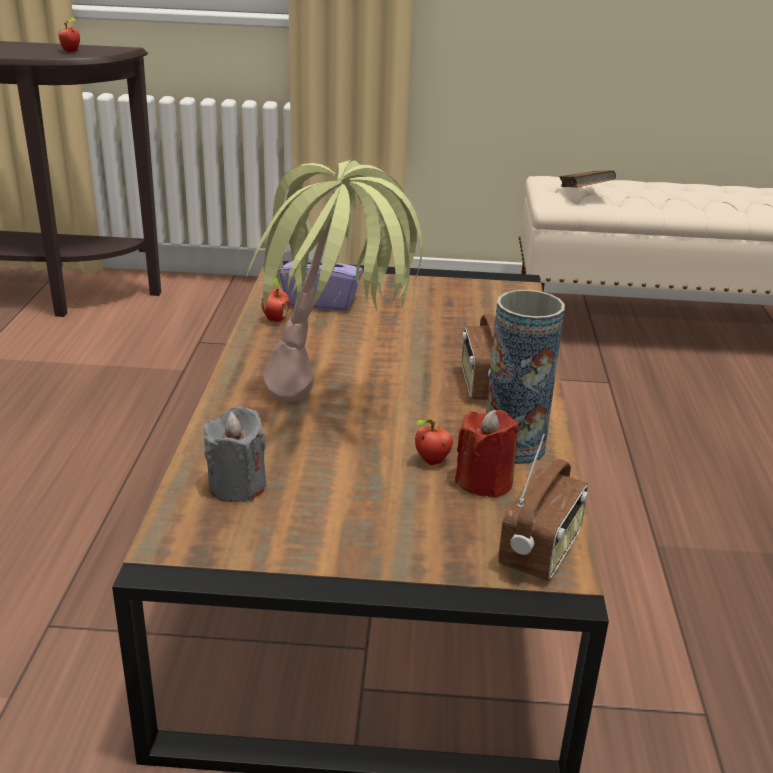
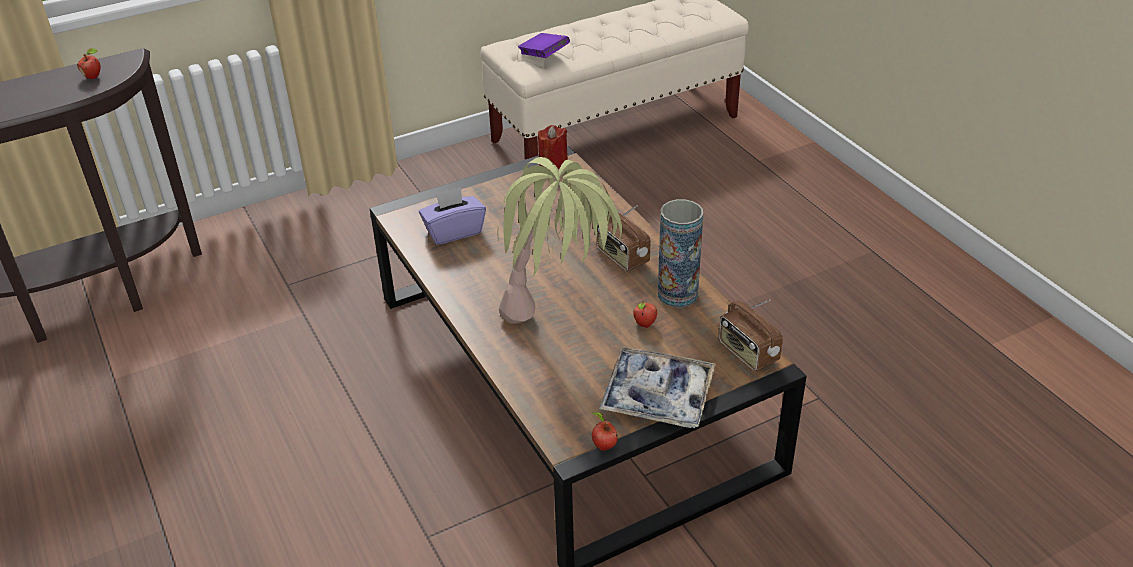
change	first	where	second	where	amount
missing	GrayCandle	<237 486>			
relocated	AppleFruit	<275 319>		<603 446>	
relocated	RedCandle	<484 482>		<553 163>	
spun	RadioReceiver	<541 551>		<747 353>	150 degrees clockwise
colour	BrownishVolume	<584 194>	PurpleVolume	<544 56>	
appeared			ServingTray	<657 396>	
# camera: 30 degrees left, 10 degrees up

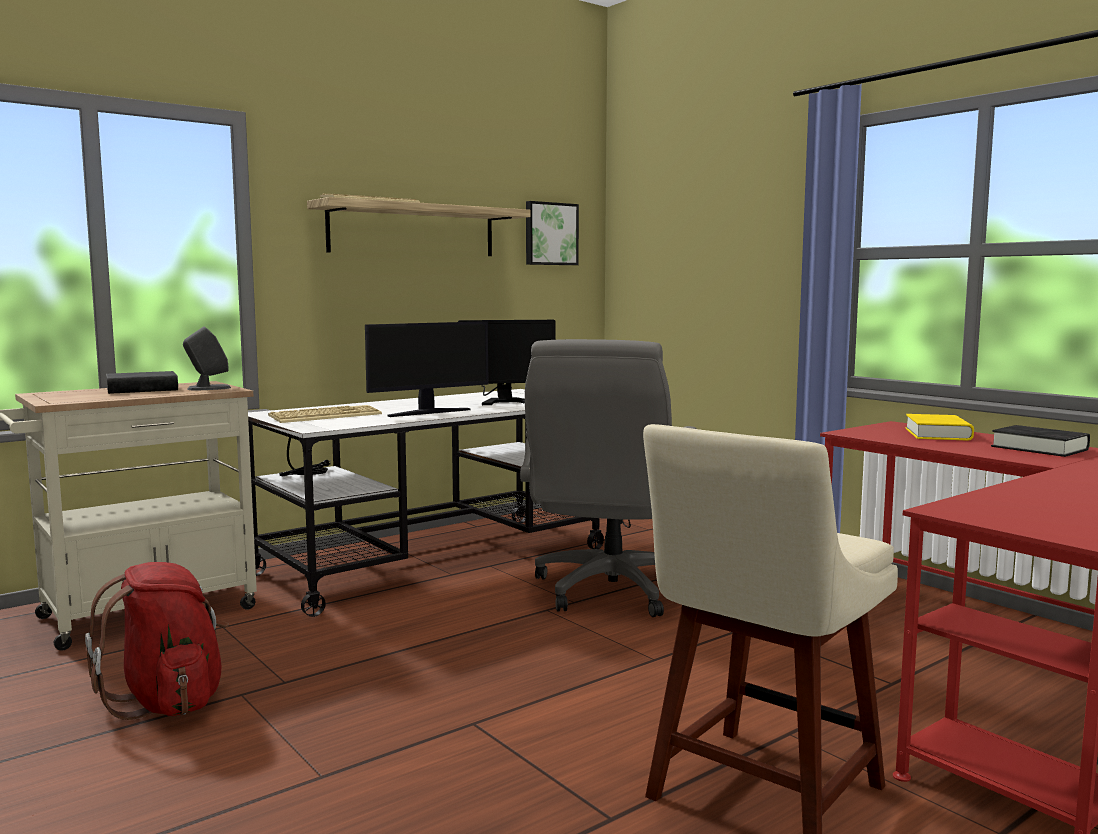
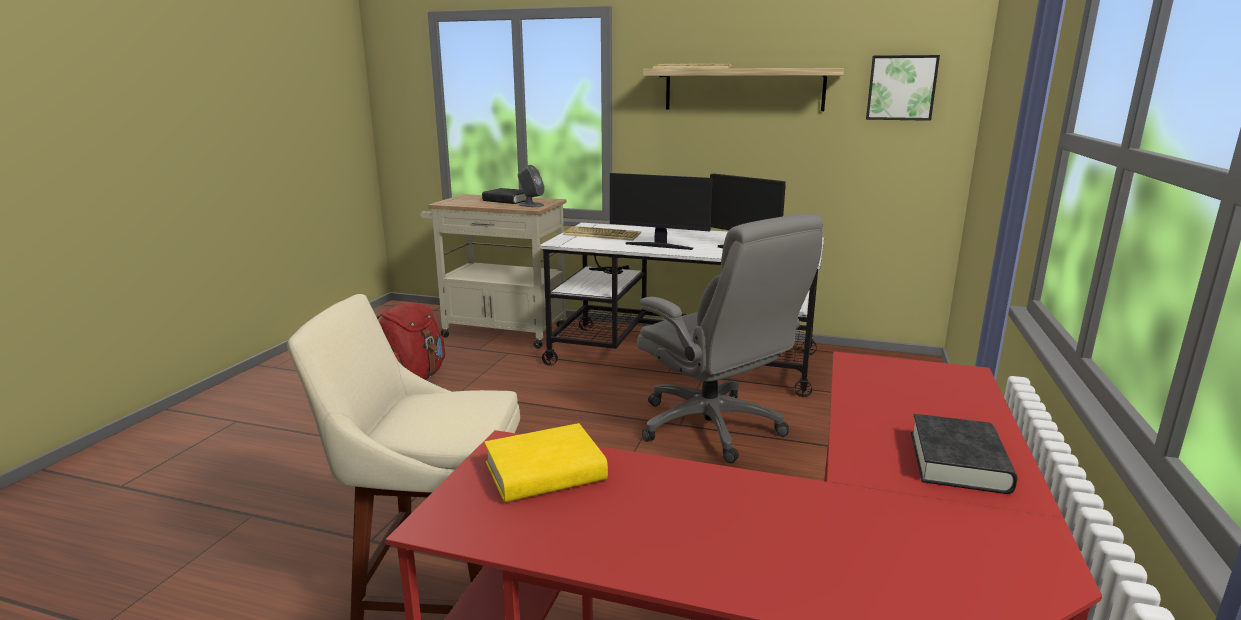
change	first	where	second	where	amount
spun	GrayOfficeChair	<608 593>		<716 430>	105 degrees counterclockwise
relocated	YellowishVolume	<938 434>		<545 472>	
# camera: 55 degrees right, 10 degrees up

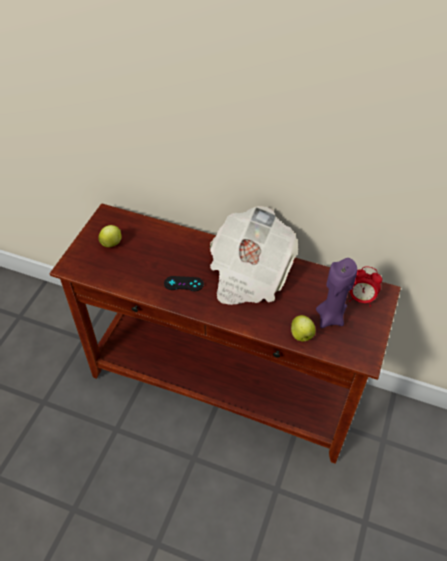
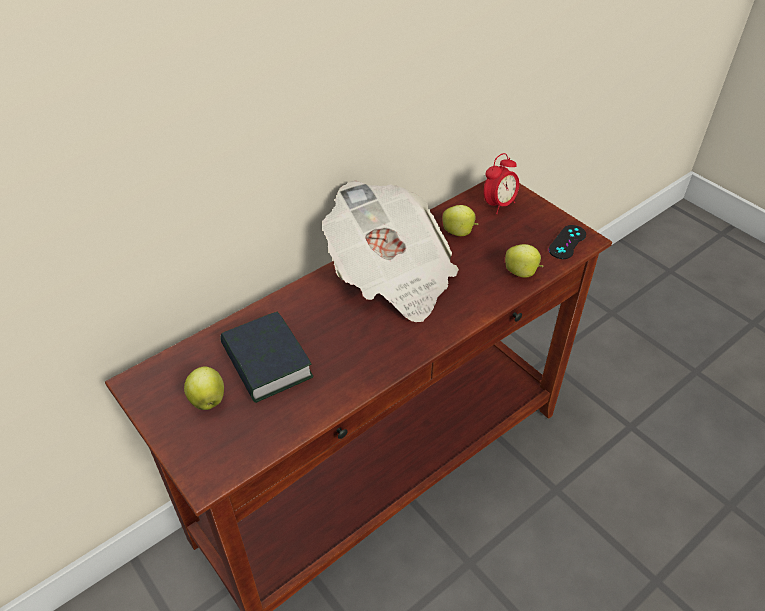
change	first	where	second	where	amount
relocated	BlackishGameController	<183 284>		<567 242>	
missing	PurpleCandle	<330 317>			
appeared			Volume	<267 363>	
appeared			AppleFruit	<459 233>	
# camera: 60 degrees left, 5 degrees down

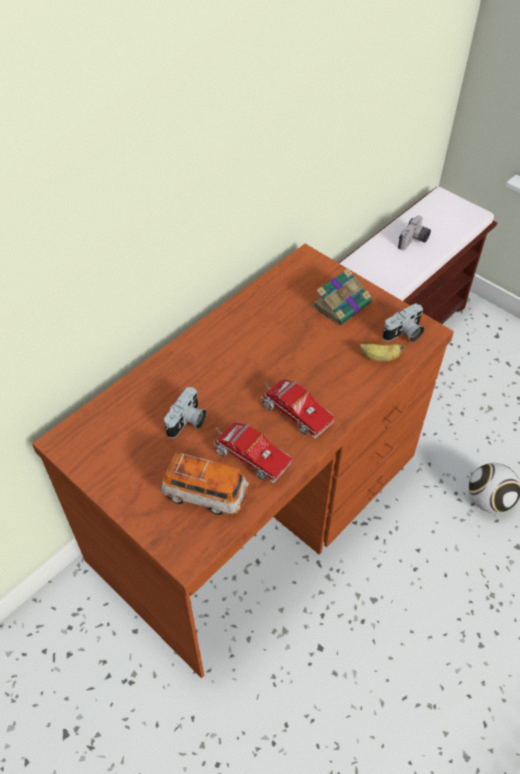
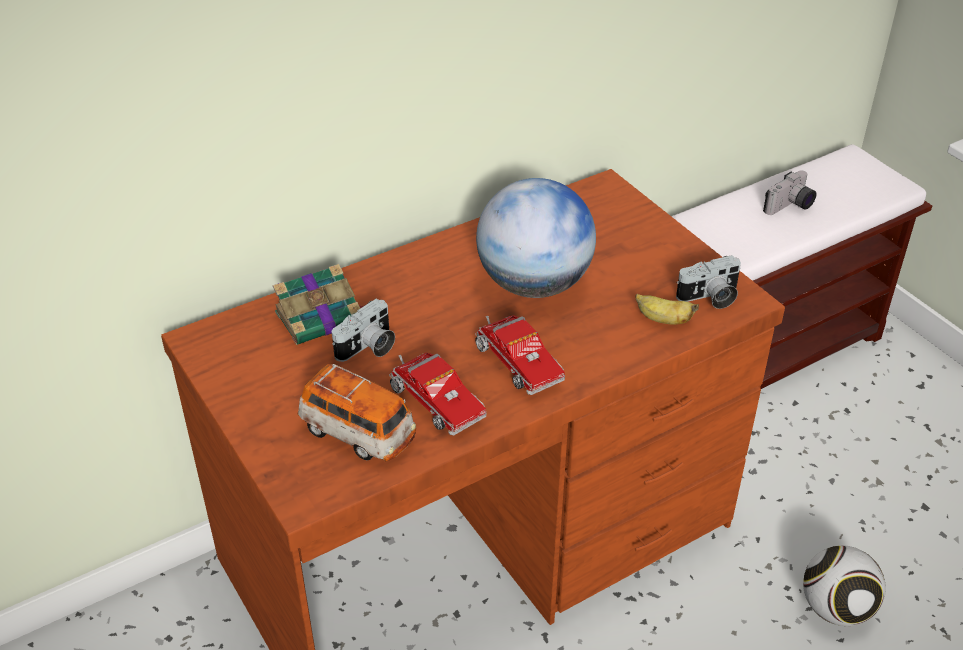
change	first	where	second	where	amount
relocated	Volume	<342 304>		<321 317>	
appeared			WorldGlobe	<534 284>	
# camera: 15 degrees right, 10 degrees down

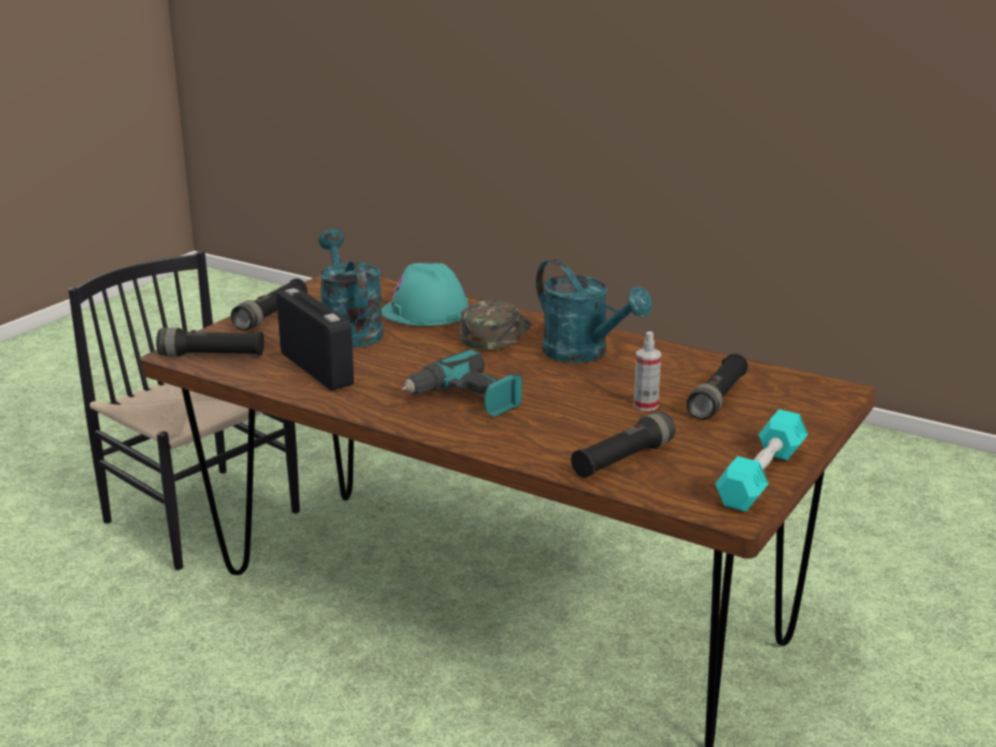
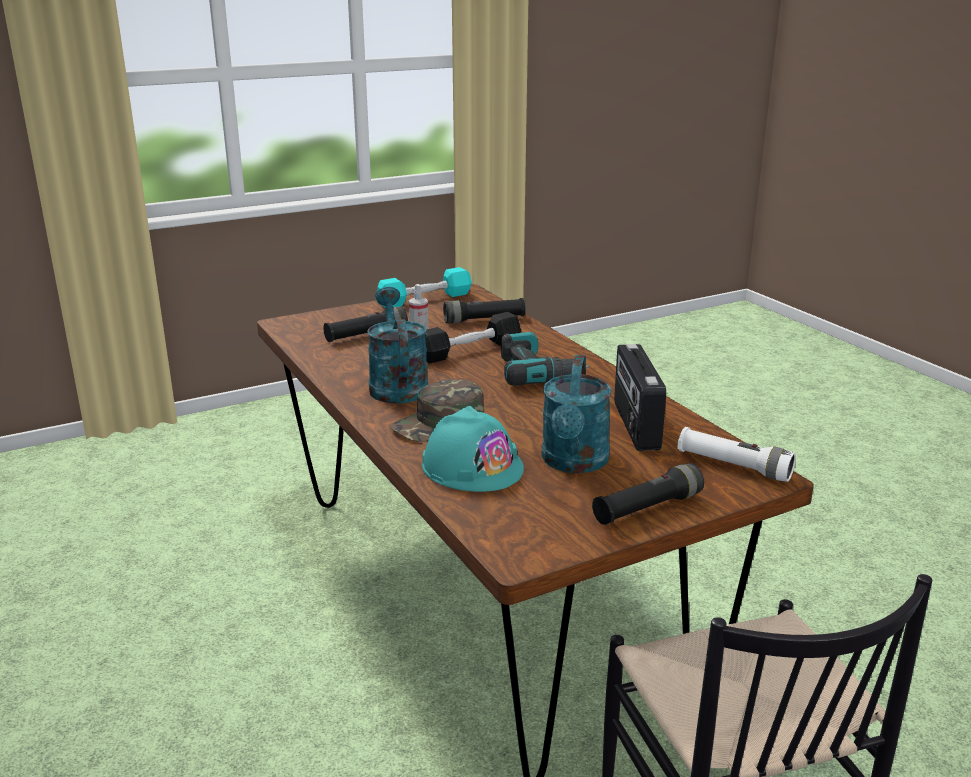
change	first	where	second	where	amount
colour	BlackishHandTorch	<212 355>	WhitishHandTorch	<733 466>	
appeared			BlackishDumbbell	<469 350>	
# camera: 150 degrees left, 0 degrees up

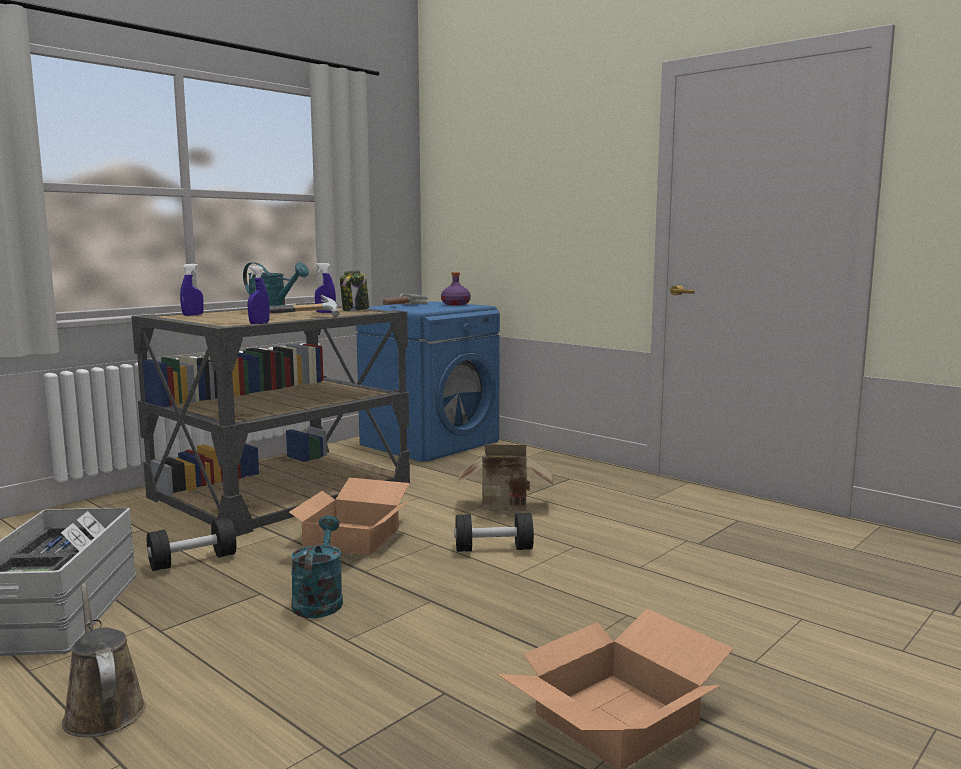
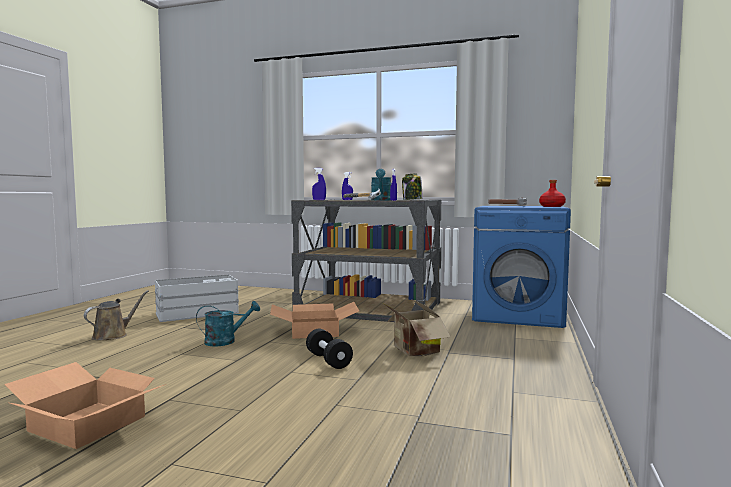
change	first	where	second	where	amount
missing	BlackishDumbbell	<193 561>			
colour	PurpleBottle	<456 304>	RedBottle	<552 206>	
# camera: 65 degrees right, 5 degrees down

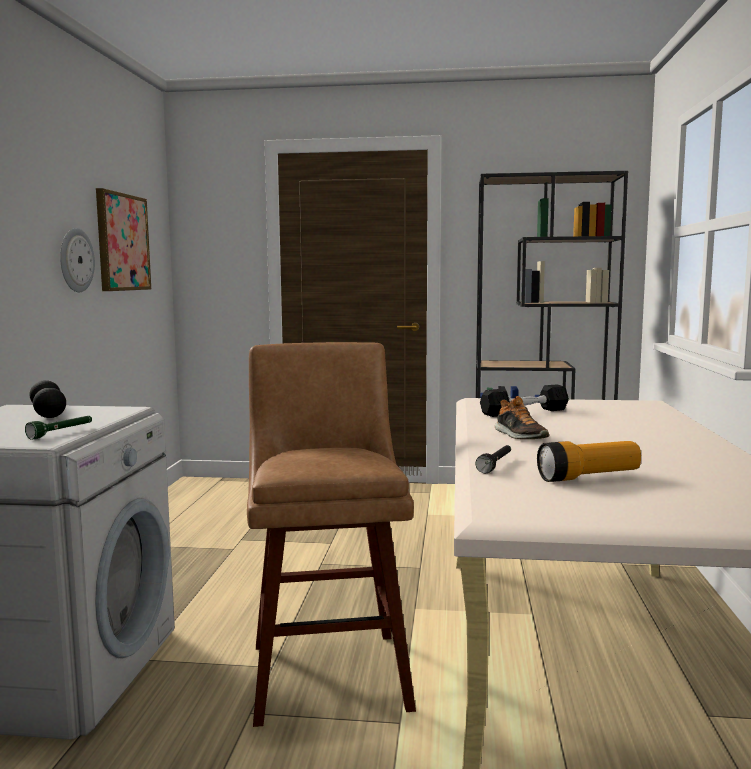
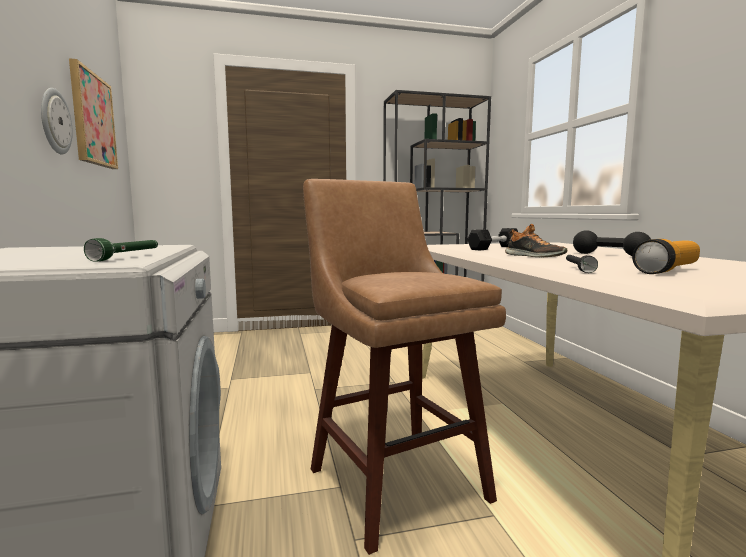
change	first	where	second	where	amount
relocated	BlackishDumbbell	<48 413>		<609 255>	
# camera: 20 degrees left, 0 degrees up

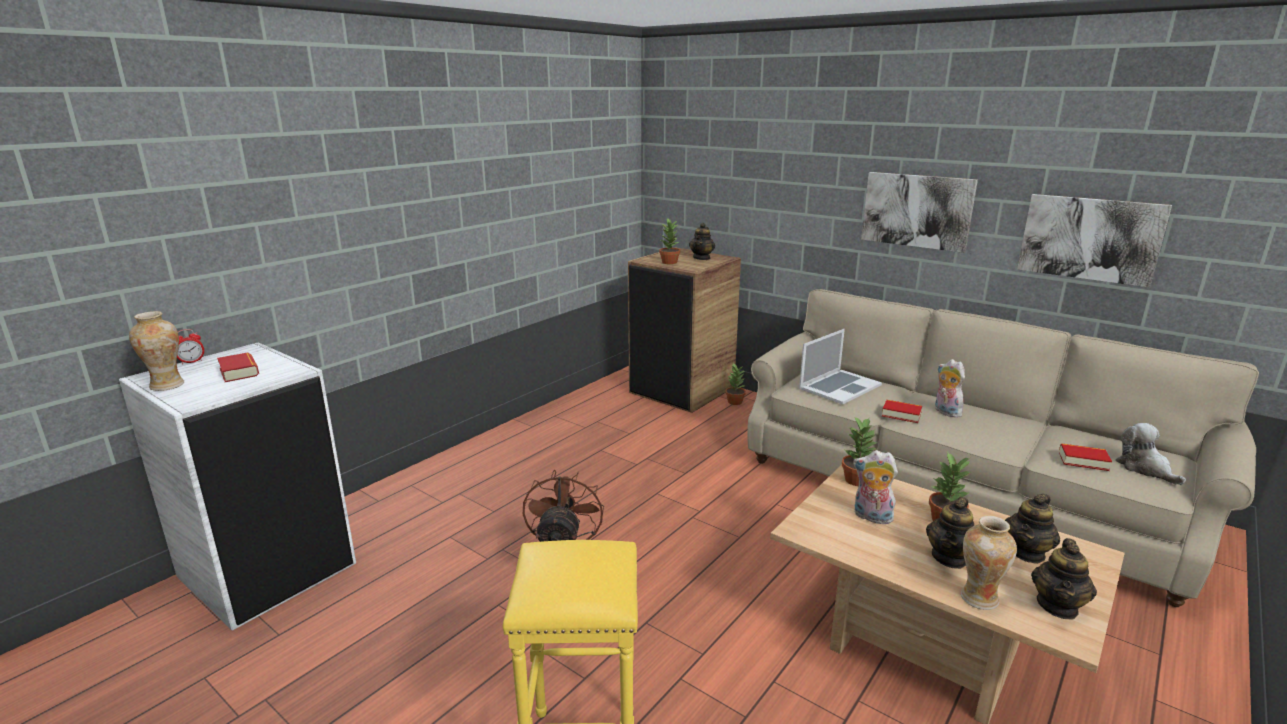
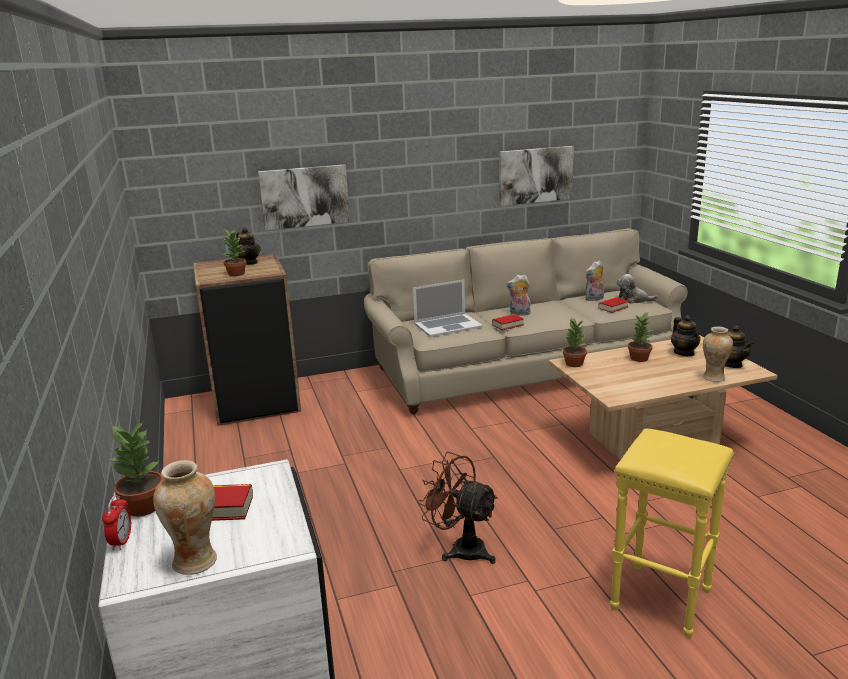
change	first	where	second	where	amount
relocated	PottedPlant	<734 402>		<142 507>	
spun	NotebookComputer	<839 386>		<447 325>	75 degrees clockwise
relocated	PlushToy	<871 517>		<594 299>	
relocated	WallPicture	<917 210>		<304 196>	
missing	Teapot	<949 558>			
# camera: 55 degrees left, 0 degrees up

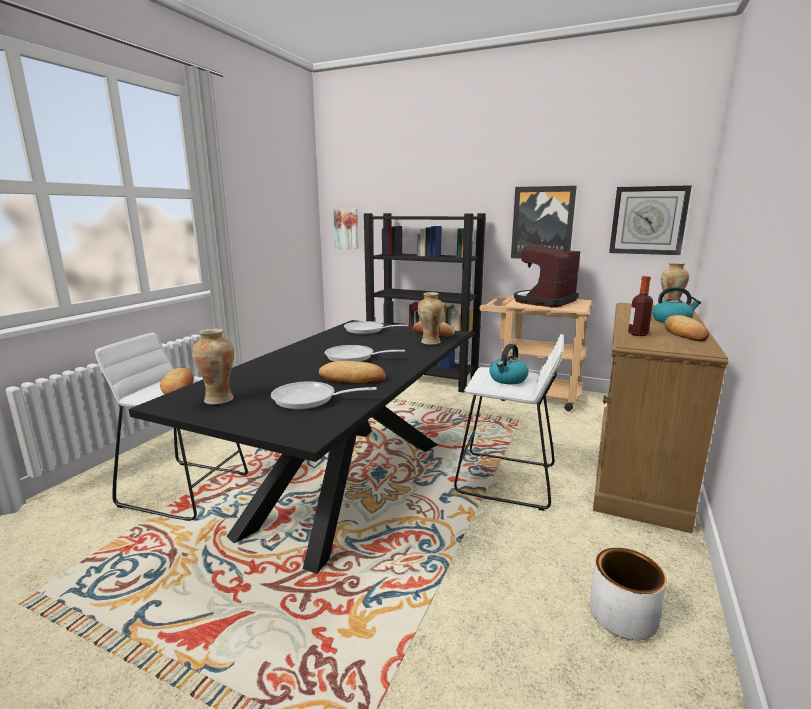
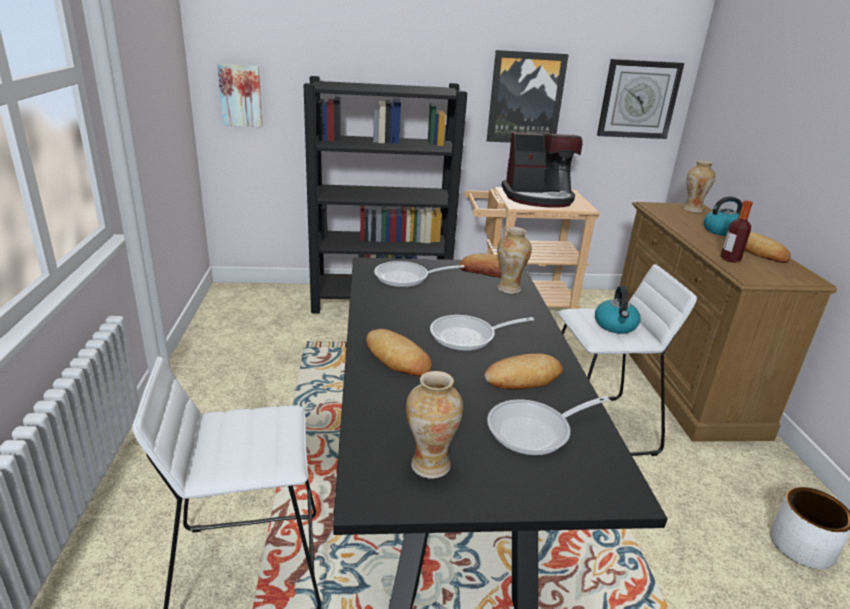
change	first	where	second	where	amount
relocated	Bread	<179 387>		<397 358>	
spun	CoffeeMaker	<544 301>		<538 197>	105 degrees counterclockwise
# camera: 30 degrees left, 10 degrees up

